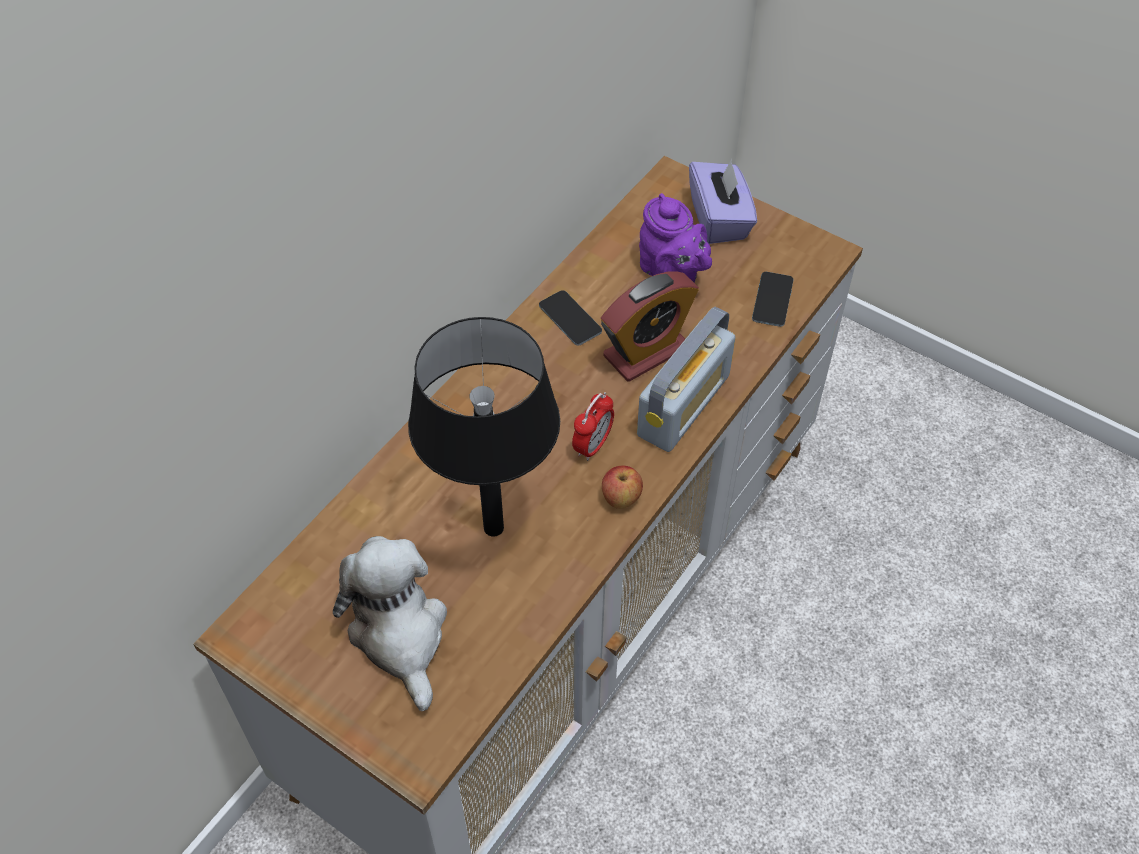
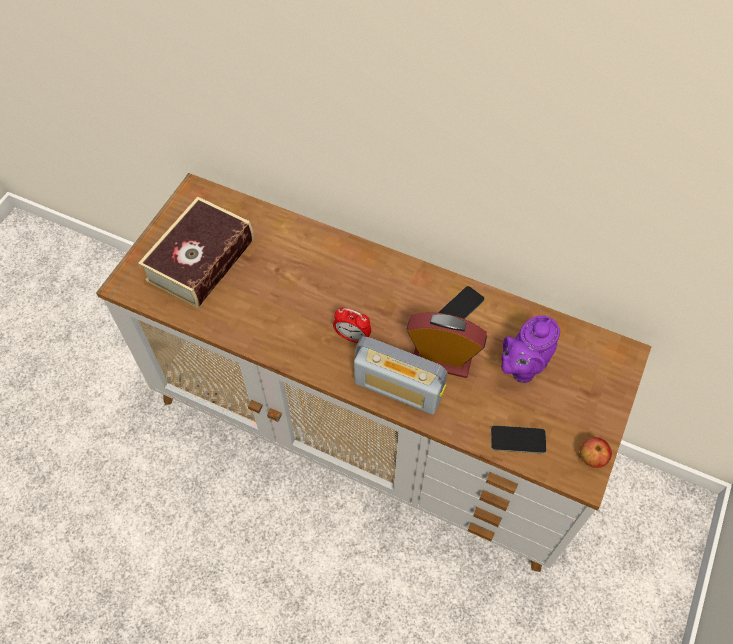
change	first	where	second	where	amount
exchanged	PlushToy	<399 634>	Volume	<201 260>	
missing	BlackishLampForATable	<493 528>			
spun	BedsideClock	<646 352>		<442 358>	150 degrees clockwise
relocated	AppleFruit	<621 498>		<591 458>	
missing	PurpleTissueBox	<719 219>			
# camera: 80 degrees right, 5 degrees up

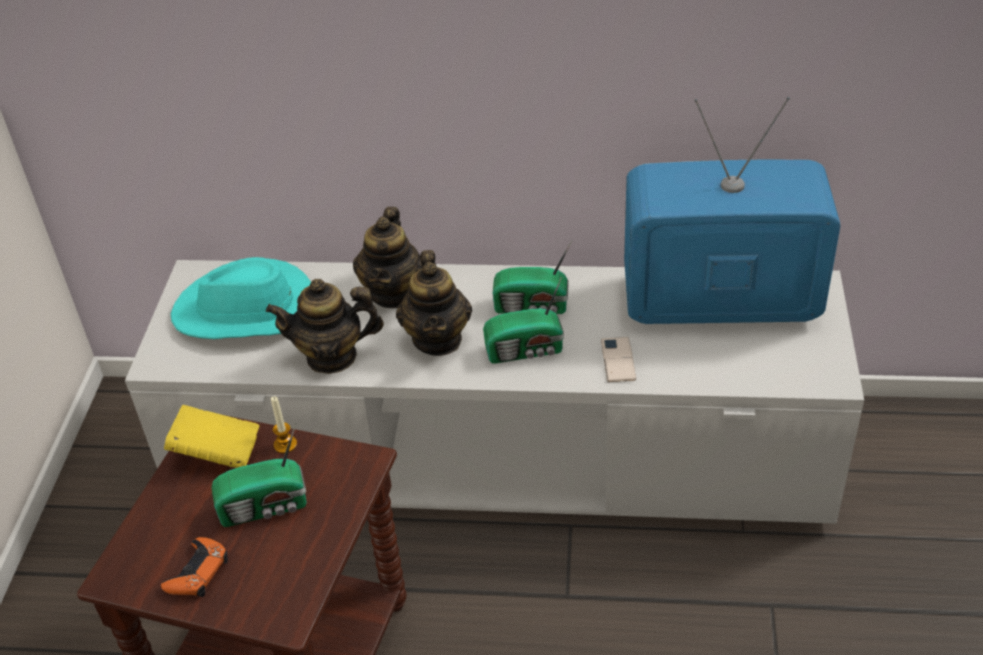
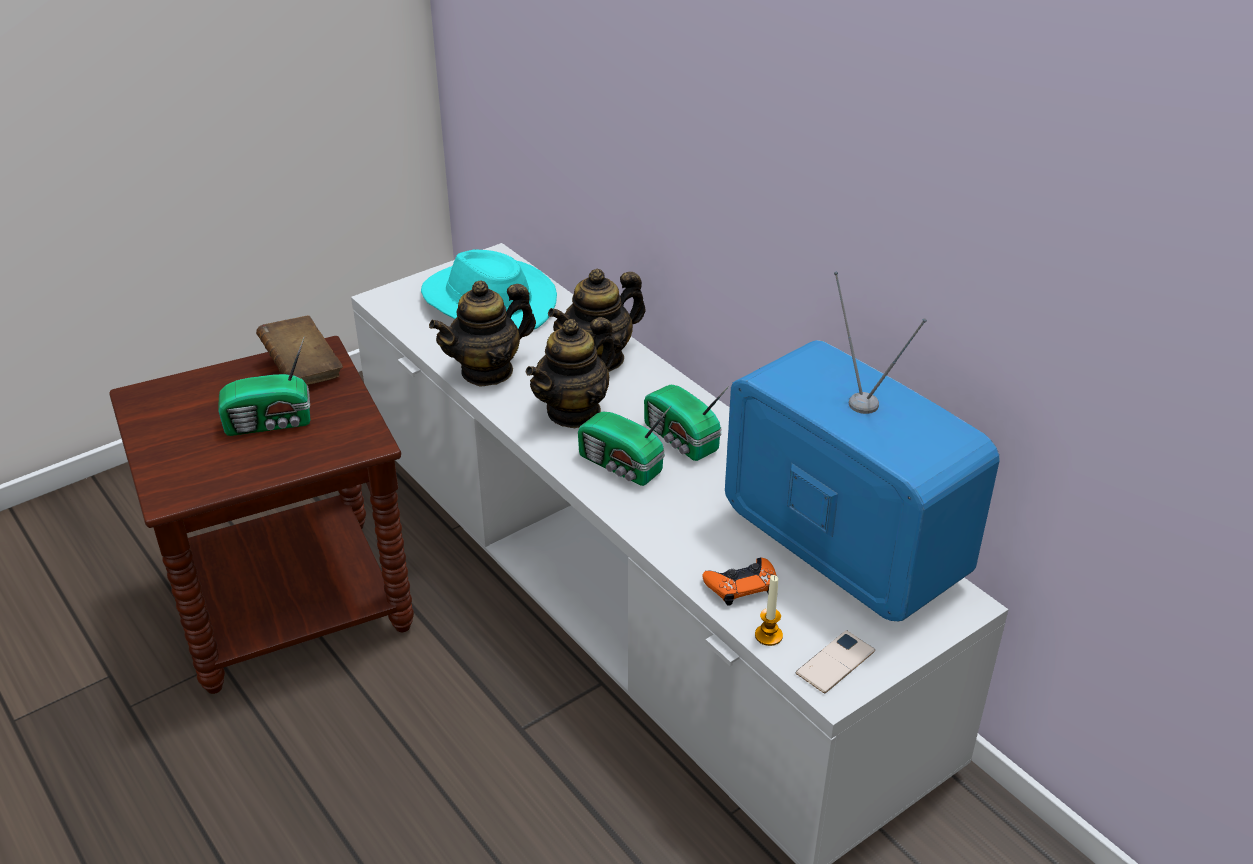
change	first	where	second	where	amount
relocated	OrangeColouredGameController	<198 572>		<741 585>	
colour	YellowishVolume	<217 452>	BrownishVolume	<303 369>	
spun	RadioReceiver	<266 507>		<271 423>	45 degrees counterclockwise
spun	Teapot	<332 356>		<487 371>	75 degrees counterclockwise
relocated	Candle	<285 444>		<768 635>	
relocated	Telephone	<618 360>		<835 662>	
# camera: 45 degrees right, 5 degrees down

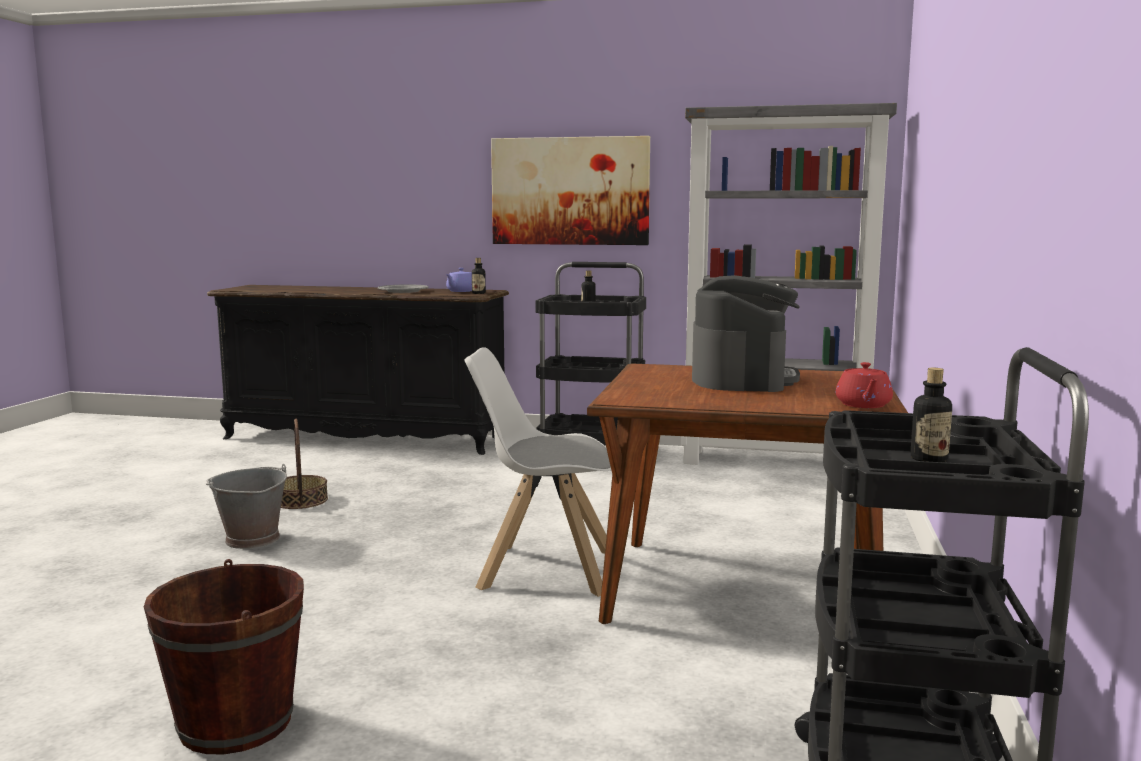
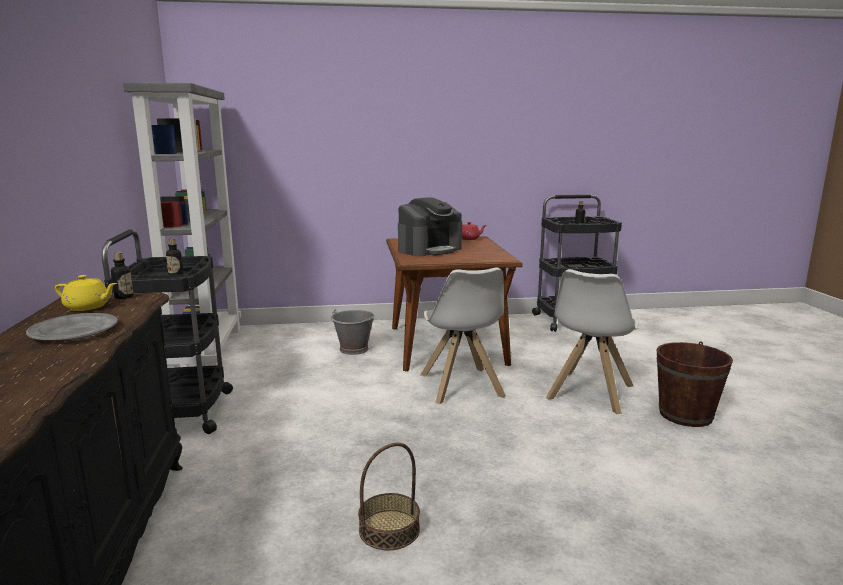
change	first	where	second	where	amount
relocated	GrayBucket	<251 539>		<354 349>	
colour	PurpleTeapot	<460 291>	YellowishTeapot	<88 307>	
missing	WallPicture	<570 191>			
spun	CoffeeMaker	<742 379>		<429 249>	150 degrees clockwise
appeared			PlainChair	<589 393>	
# camera: 110 degrees left, 5 degrees up

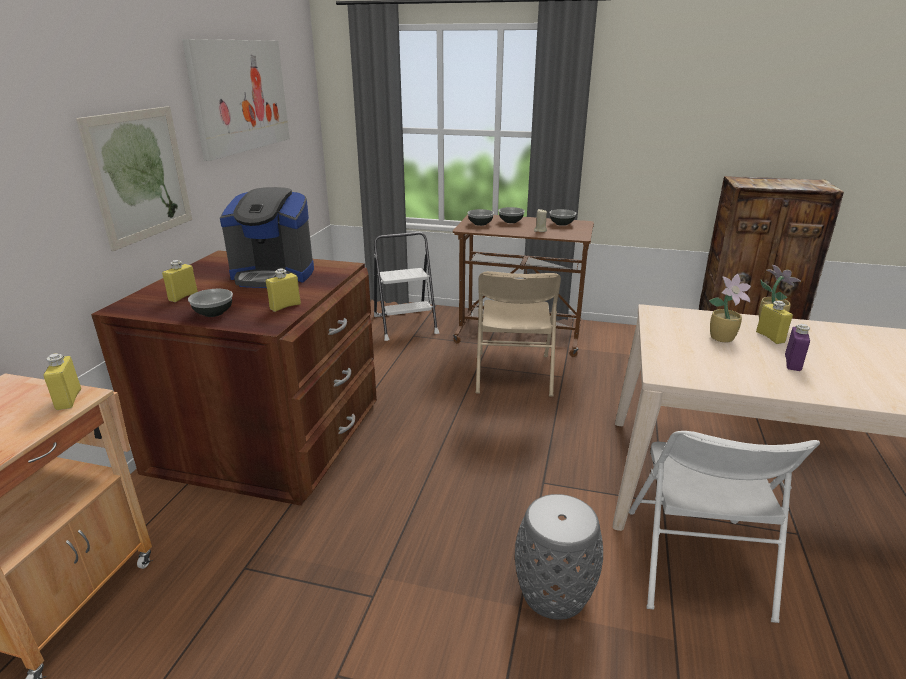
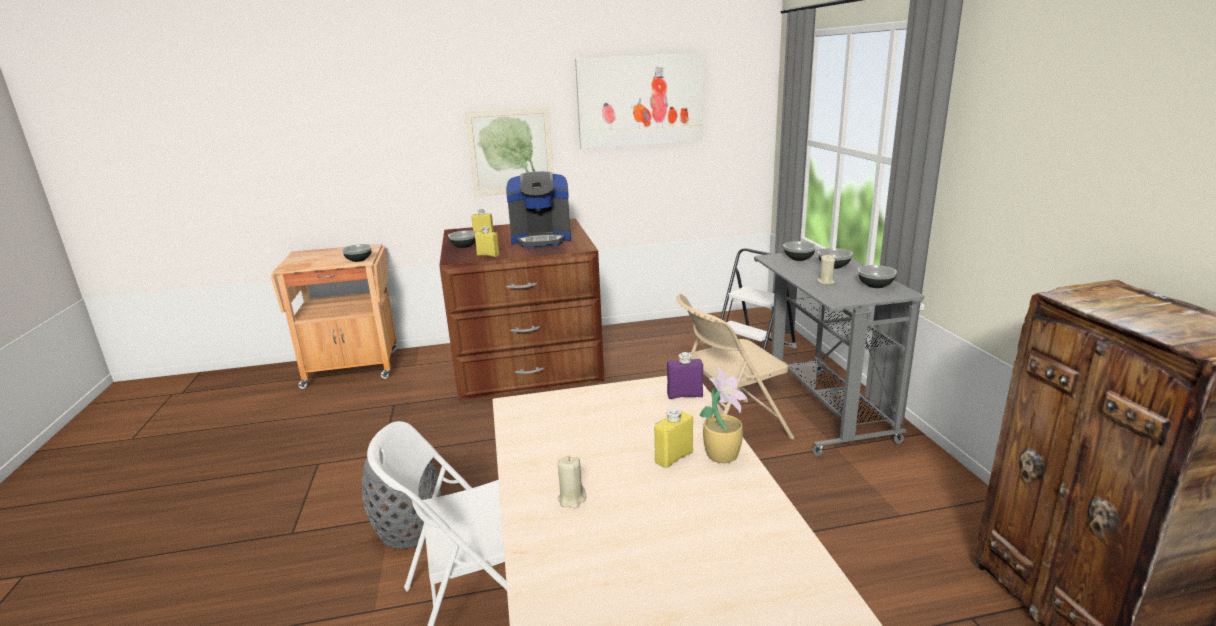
change	first	where	second	where	amount
exchanged	YellowishBottle	<68 399>	ServingBowl	<359 259>	
spun	CoffeeMaker	<273 275>		<541 239>	75 degrees counterclockwise
colour	BrownishDeskTable	<519 335>	GrayDeskTable	<819 410>	
missing	PottedPlant	<723 338>			
relocated	PurpleBottle	<792 363>		<684 395>	
appeared			BeigeColouredCandle	<572 499>	
# camera: 65 degrees right, 5 degrees down

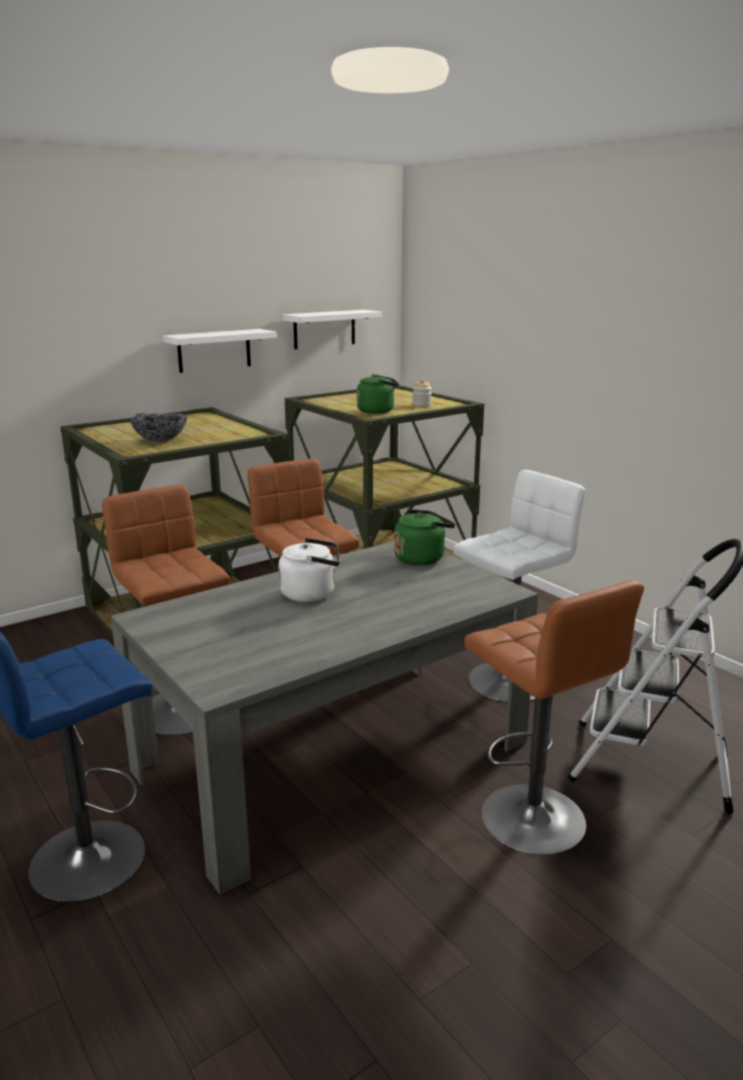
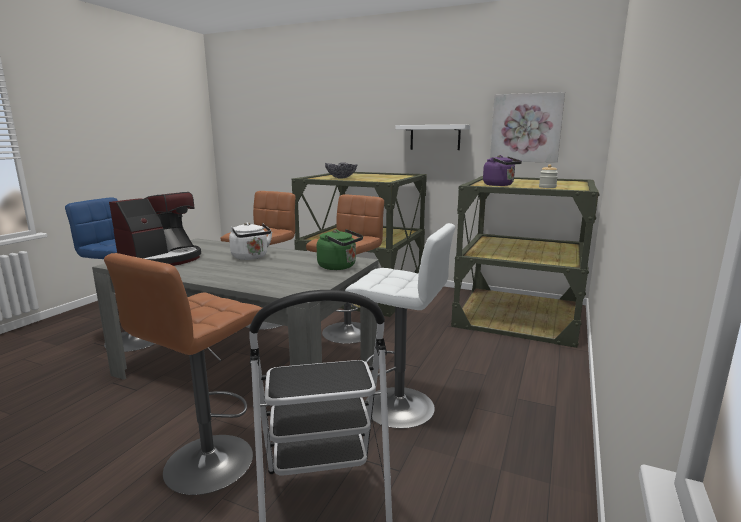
change	first	where	second	where	amount
exchanged	WhitishShelf	<324 329>	WallPicture	<526 128>	
colour	GreenishKettle	<378 411>	PurpleKettle	<500 185>	
appeared			CoffeeMaker	<162 259>	
# camera: 60 degrees right, 5 degrees down

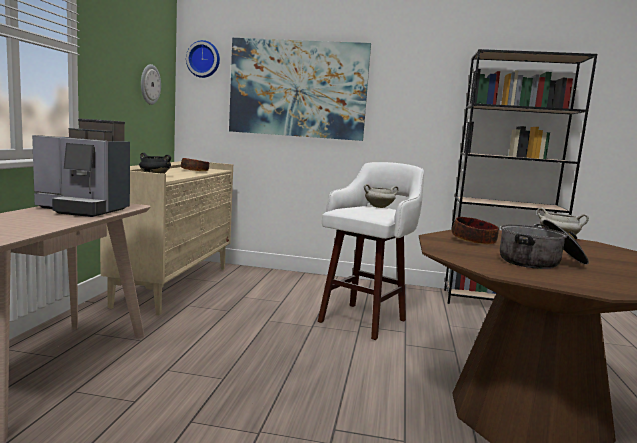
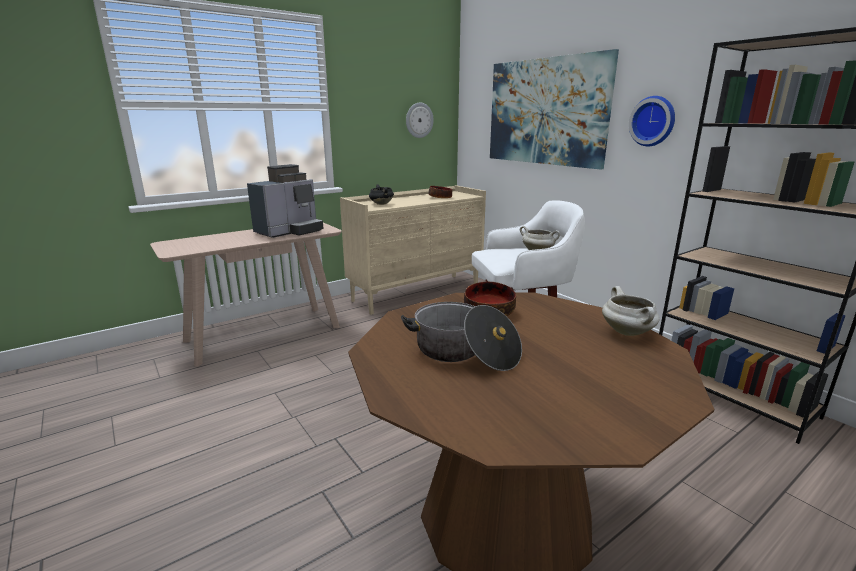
change	first	where	second	where	amount
spun	CoffeeMaker	<83 209>		<290 231>	105 degrees counterclockwise
relocated	ClockOnTheWall	<204 59>		<653 121>	
# camera: 45 degrees right, 10 degrees up

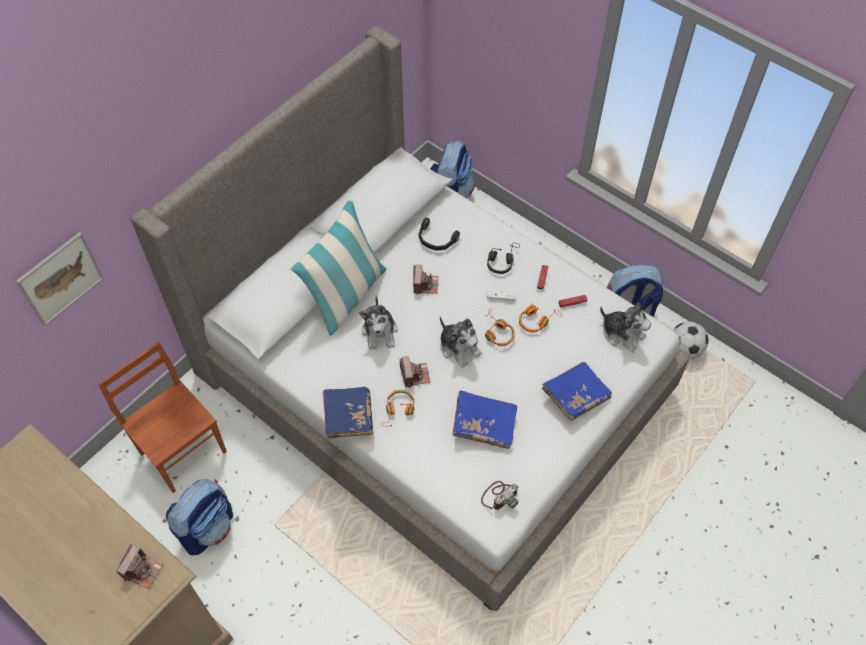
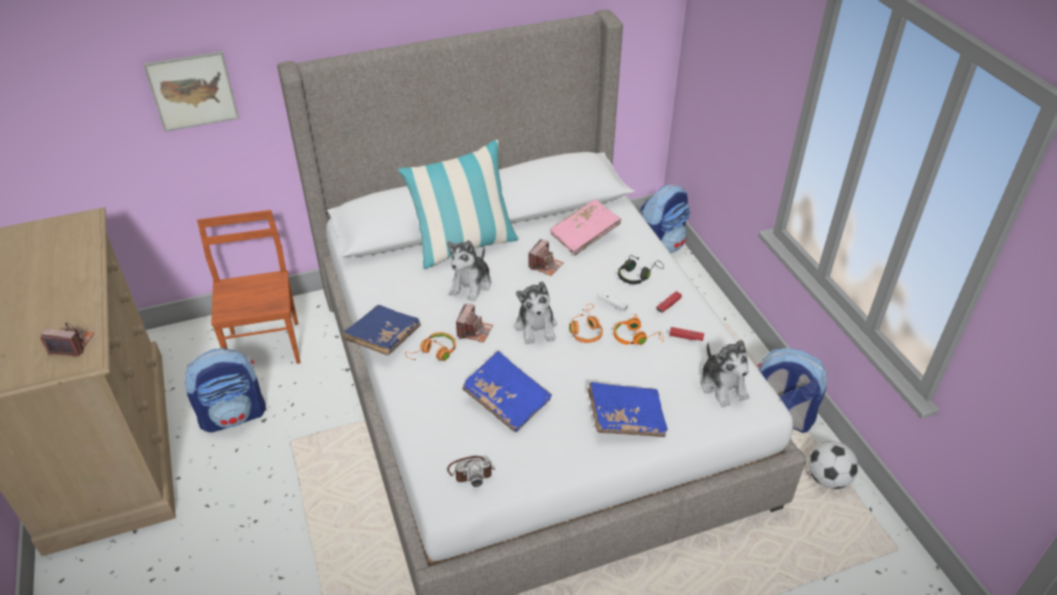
change	first	where	second	where	amount
spun	PhotoCamera	<142 570>		<72 344>	135 degrees counterclockwise
exchanged	BlackishHeadset	<436 240>	PinkishVolume	<584 235>	
# camera: 30 degrees right, 15 degrees down

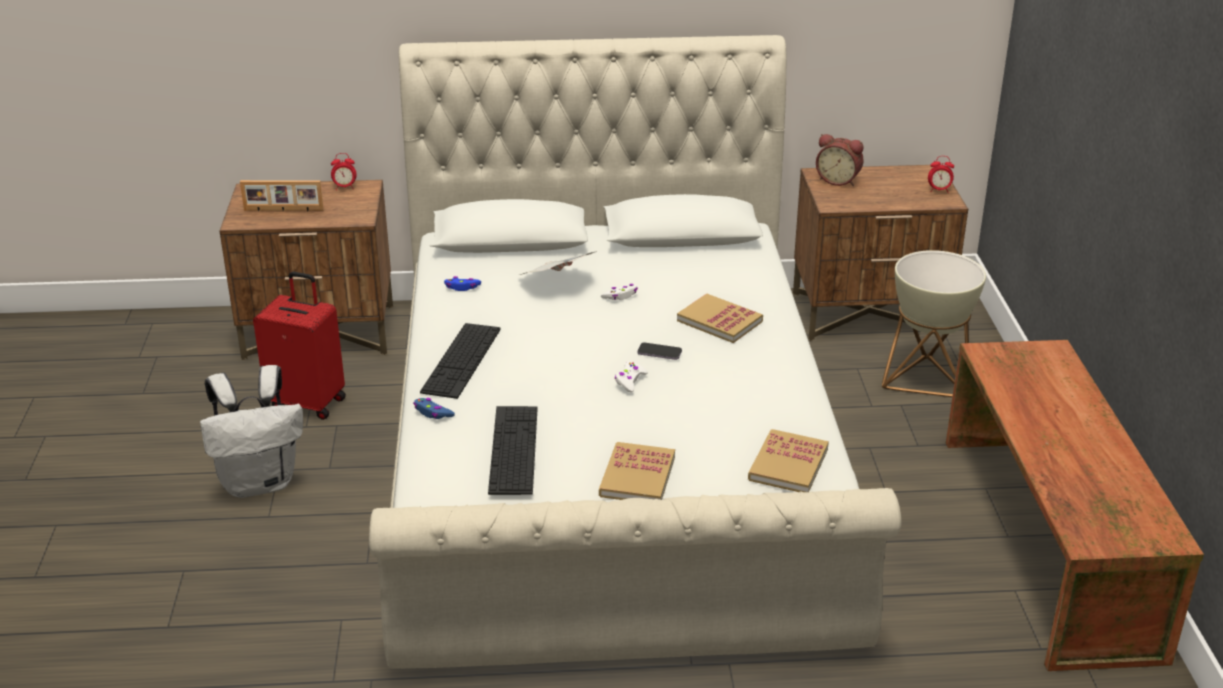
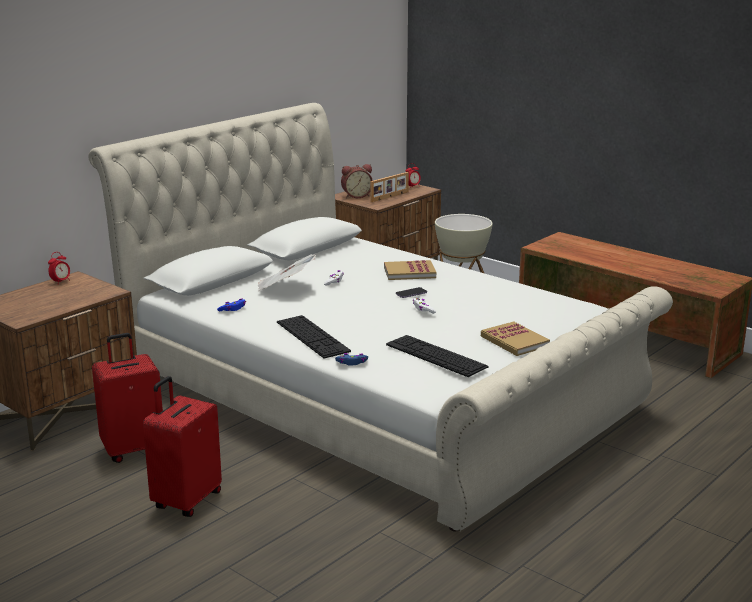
change	first	where	second	where	amount
exchanged	WhitishKnapsack	<260 482>	RedSuitcase	<186 500>	
relocated	PictureFrame	<283 210>		<390 197>	
missing	Volume	<788 464>			
# camera: 45 degrees left, 10 degrees down

